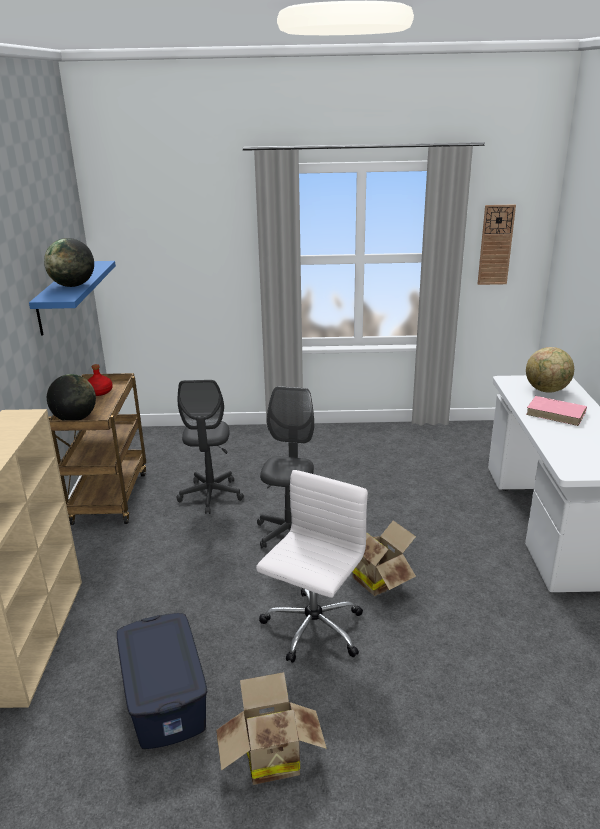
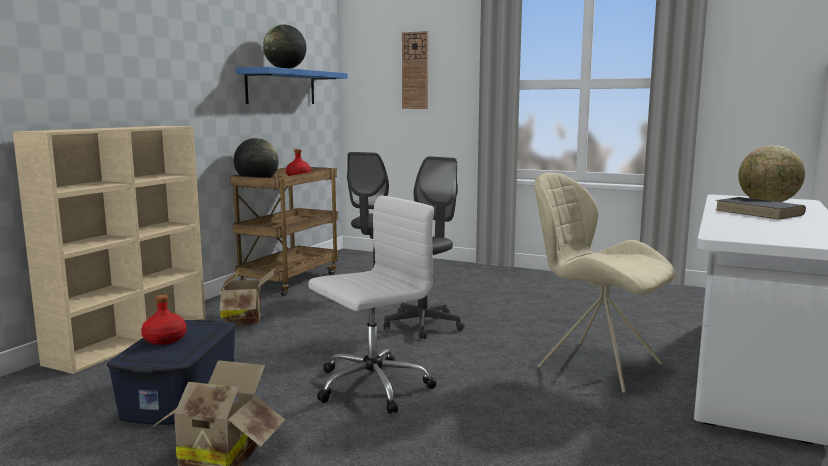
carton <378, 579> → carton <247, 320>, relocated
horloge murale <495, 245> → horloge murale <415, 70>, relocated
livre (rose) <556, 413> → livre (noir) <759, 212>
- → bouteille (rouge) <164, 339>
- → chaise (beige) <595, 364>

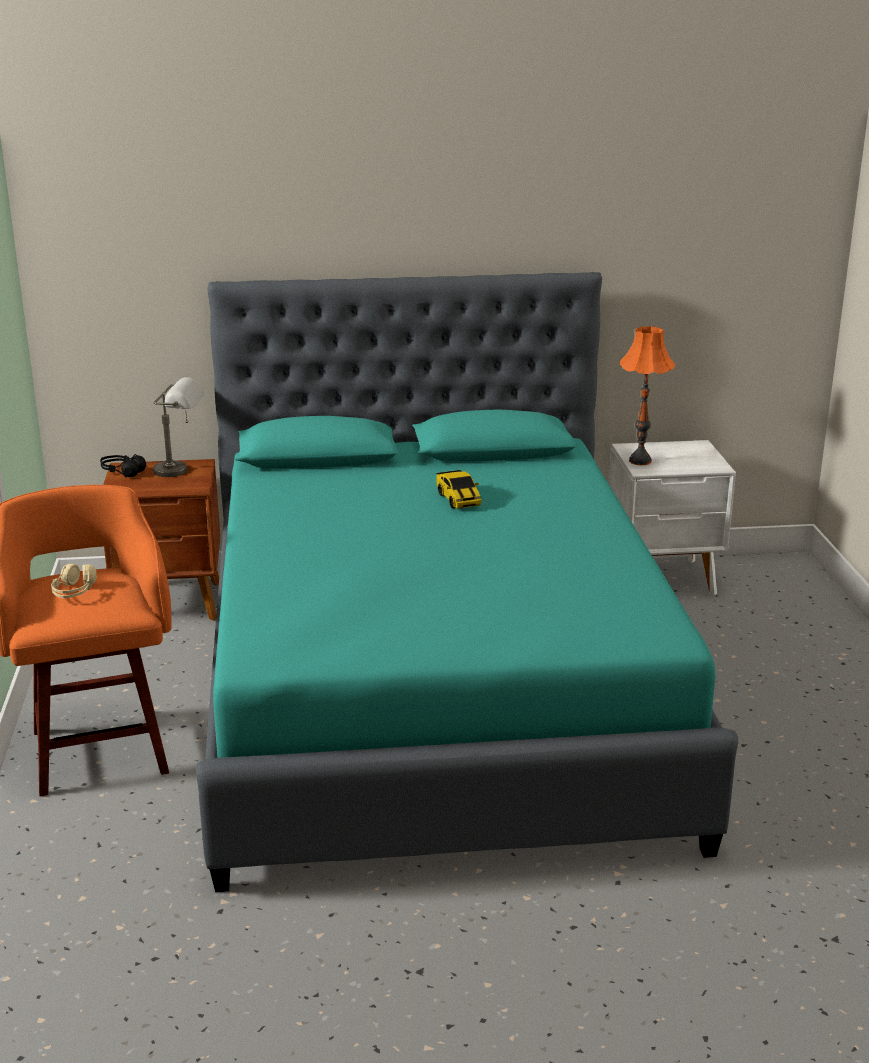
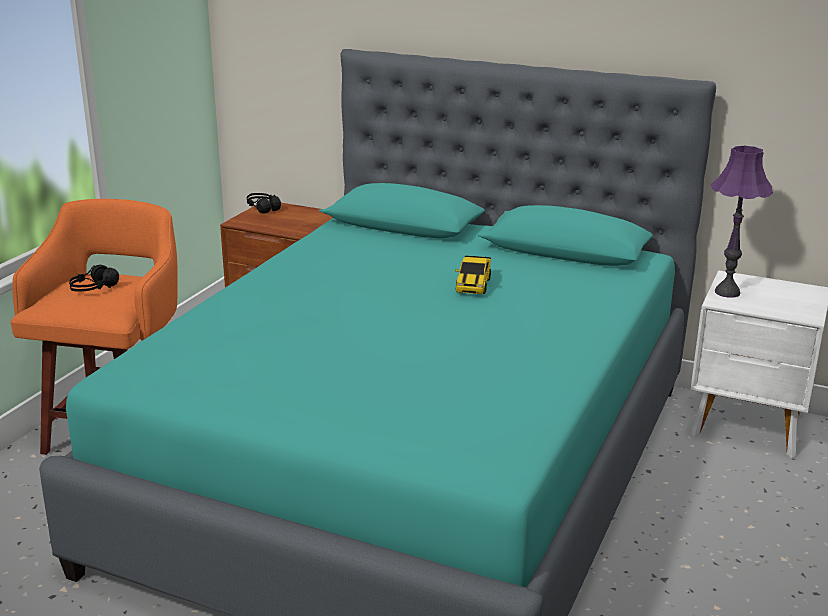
casque audio (beige) <74, 592> → casque audio (noir) <93, 289>
lampe de table (gris) <182, 471> → -
lampe de table (orange) <640, 461> → lampe de table (violet) <727, 292>

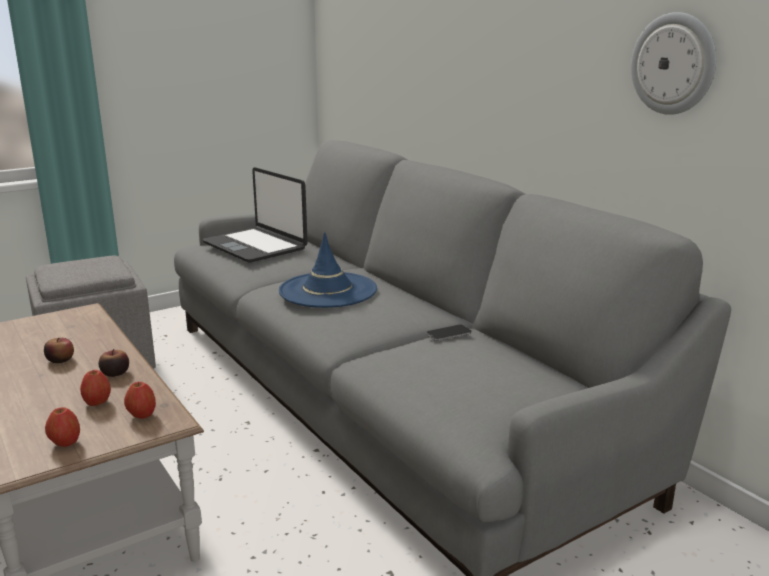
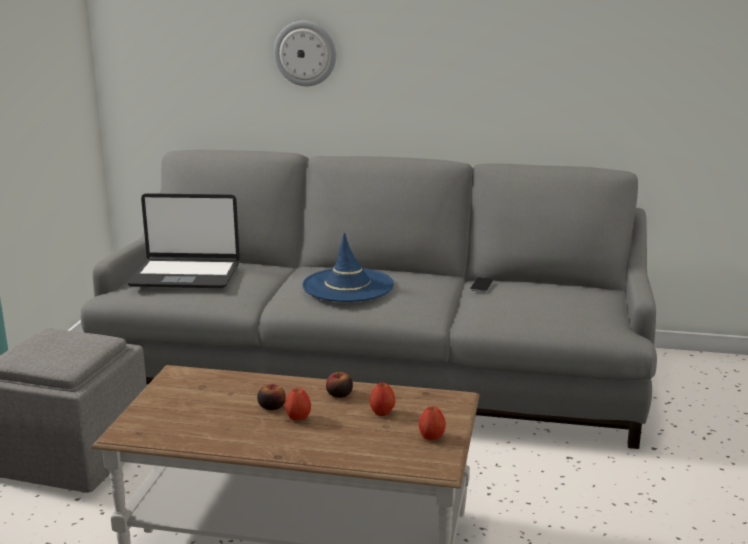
pomme <142, 415> → pomme <298, 418>, relocated
horloge murale <673, 64> → horloge murale <305, 53>, relocated

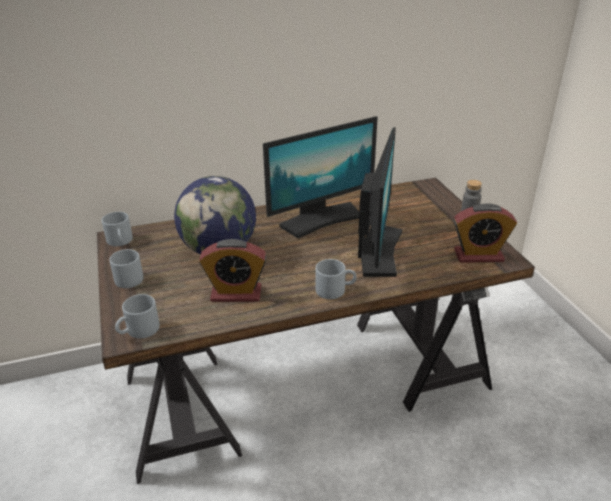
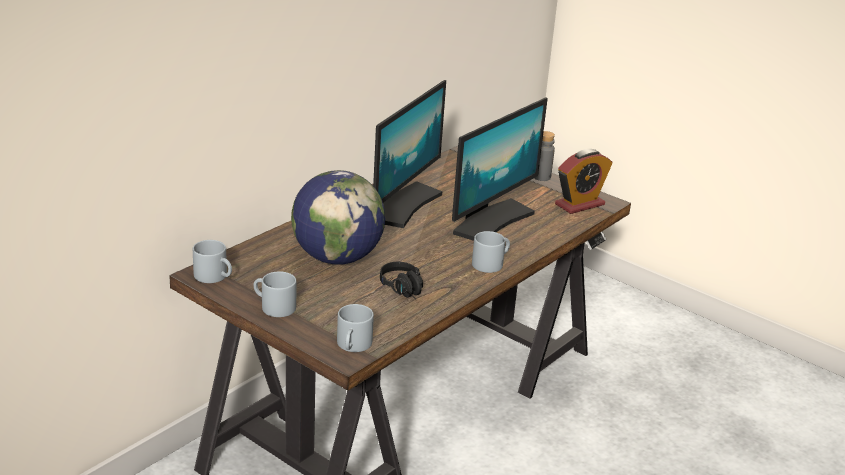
réveil <236, 294> → casque audio (noir) <405, 290>
écran d'ordinateur <378, 251> → écran d'ordinateur <491, 221>, 60 degrees clockwise

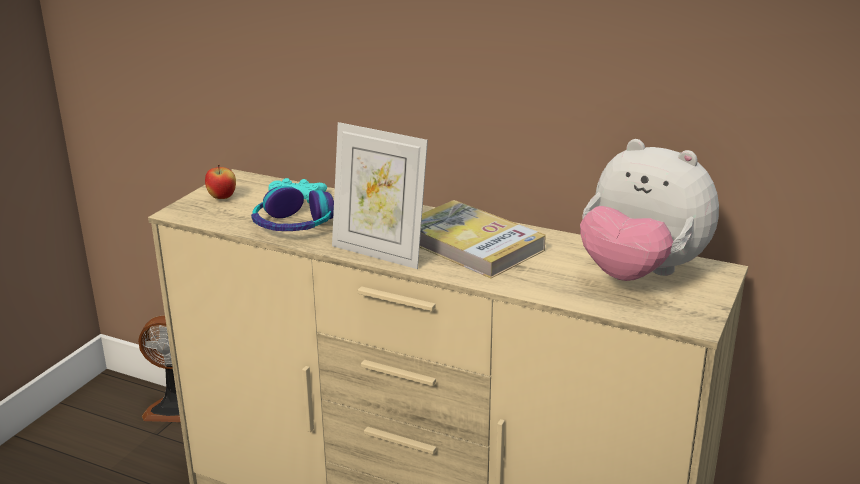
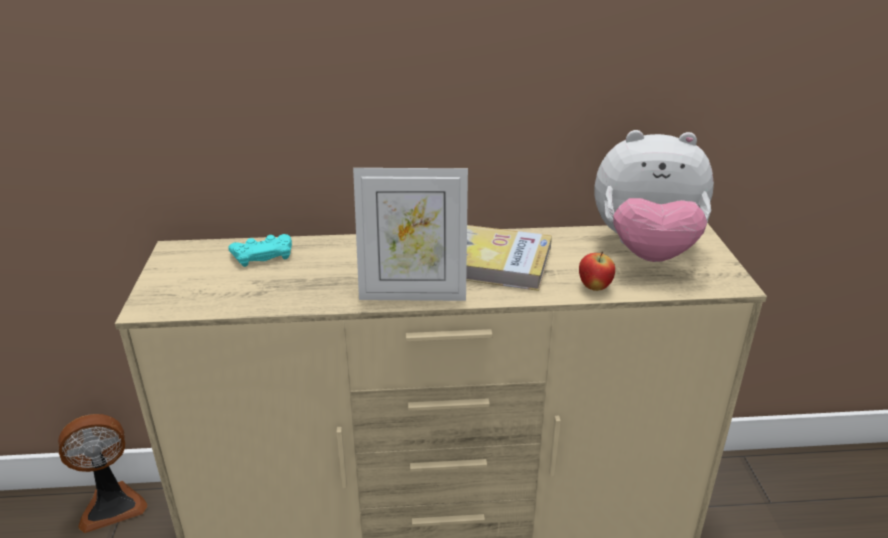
pomme <222, 198> → pomme <594, 287>, relocated
casque audio <293, 225> → -

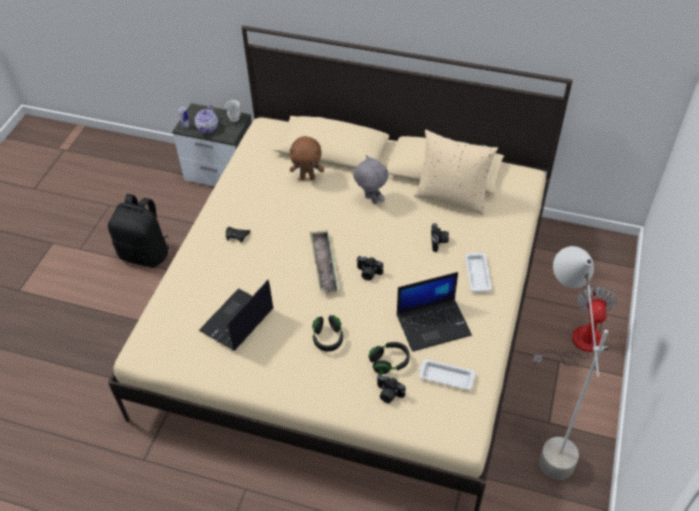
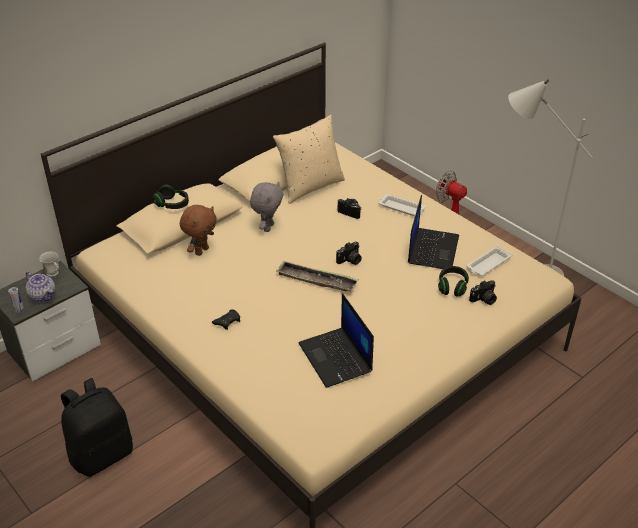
casque audio (noir) <327, 338> → casque audio (noir) <172, 204>, relocated
peluche (gris) <370, 200> → peluche (gris) <268, 227>, 120 degrees clockwise

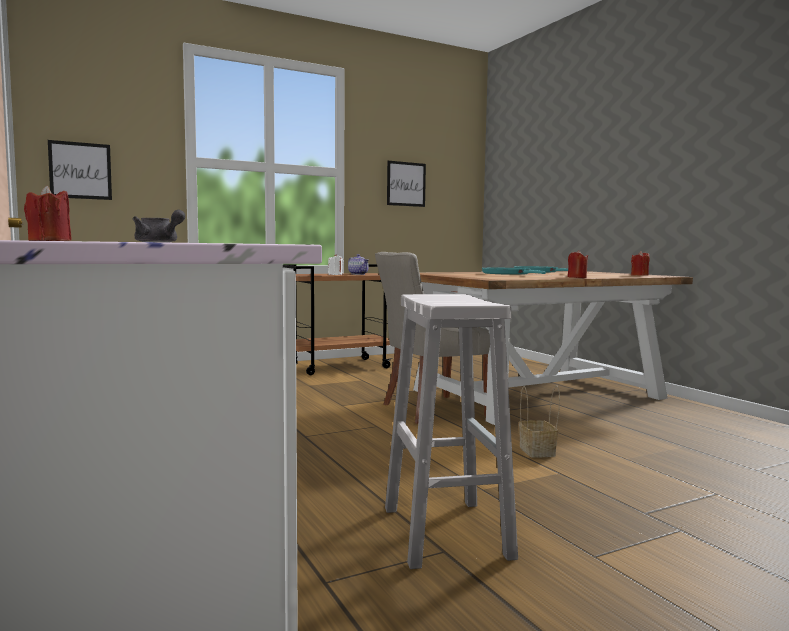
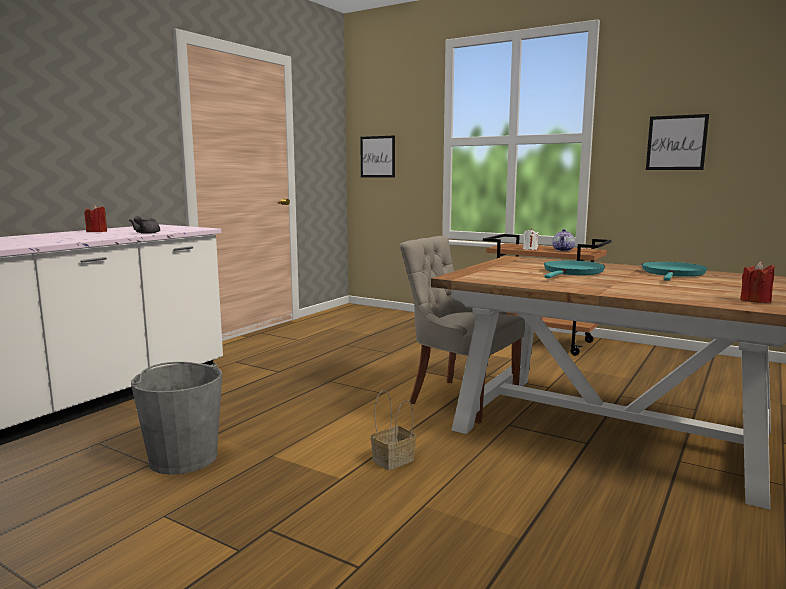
tabouret (blanc) <444, 531> → seau (gris) <183, 458>
bougie (rouge) <577, 277> → -

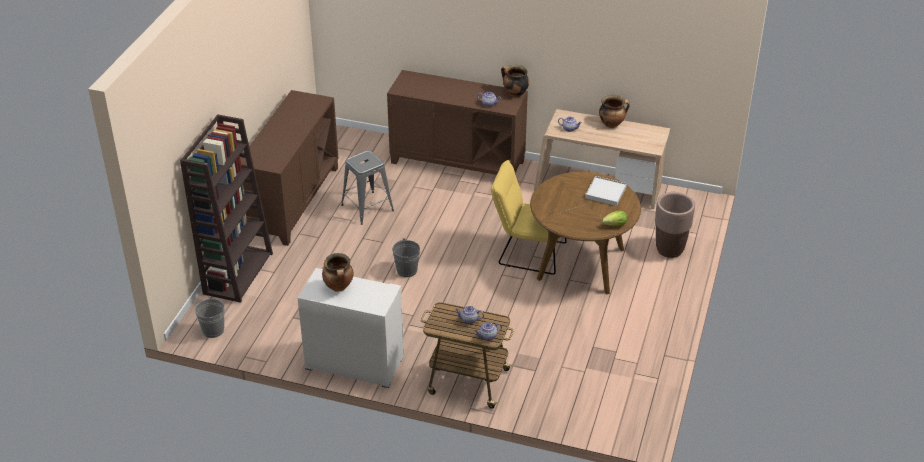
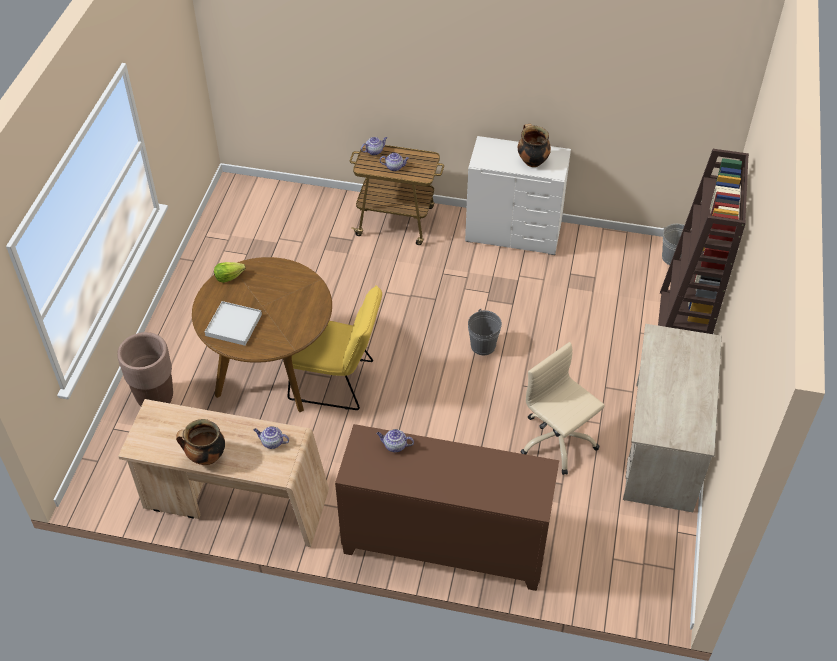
meuble de rangement (marron) <292, 201> → bureau (beige) <662, 446>
tabouret (gris) <367, 208> → chaise de bureau (beige) <557, 441>
marmite <514, 93> → -

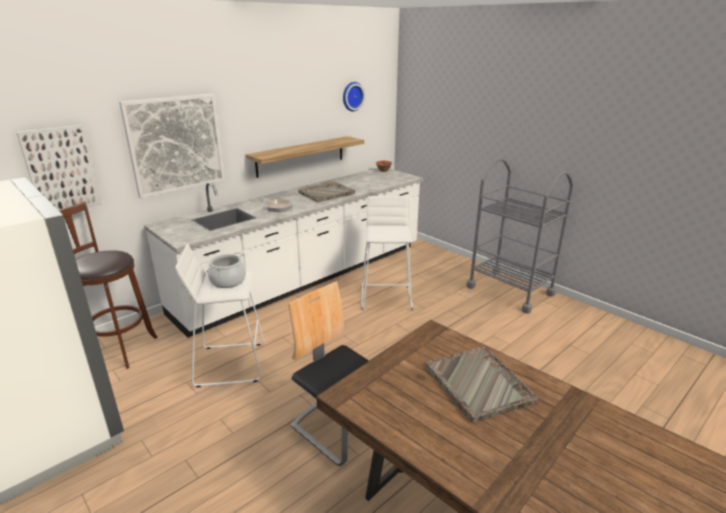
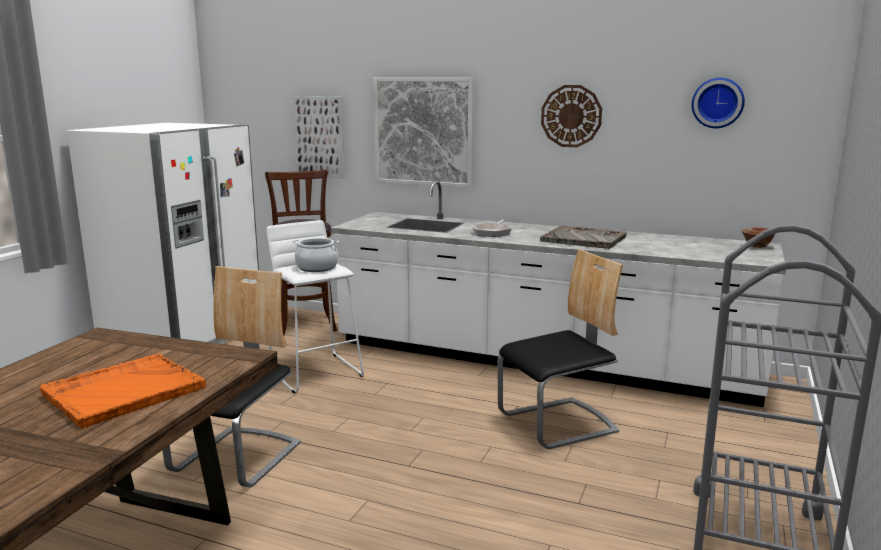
étagère <301, 156> → -
tabouret (blanc) <386, 297> → chaise <558, 423>
plateau (gris) <478, 384> → plateau (orange) <123, 391>
- → horloge murale <571, 116>

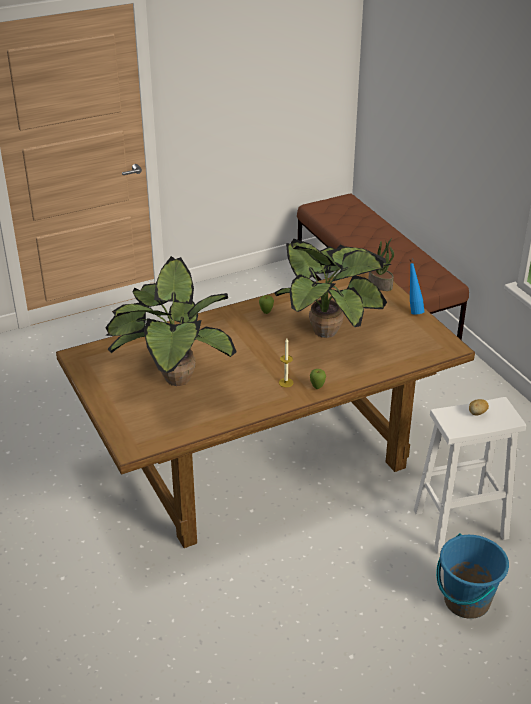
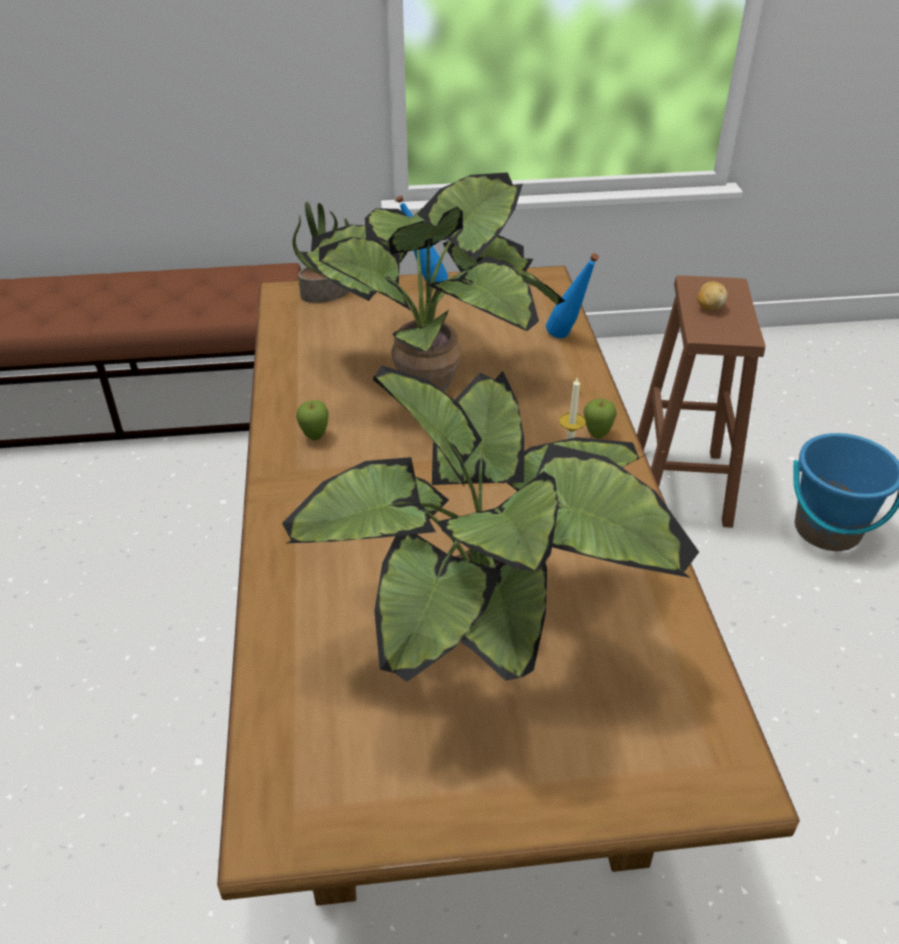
tabouret (blanc) <459, 525> → tabouret (marron) <681, 487>
- → bouteille (bleu) <567, 338>

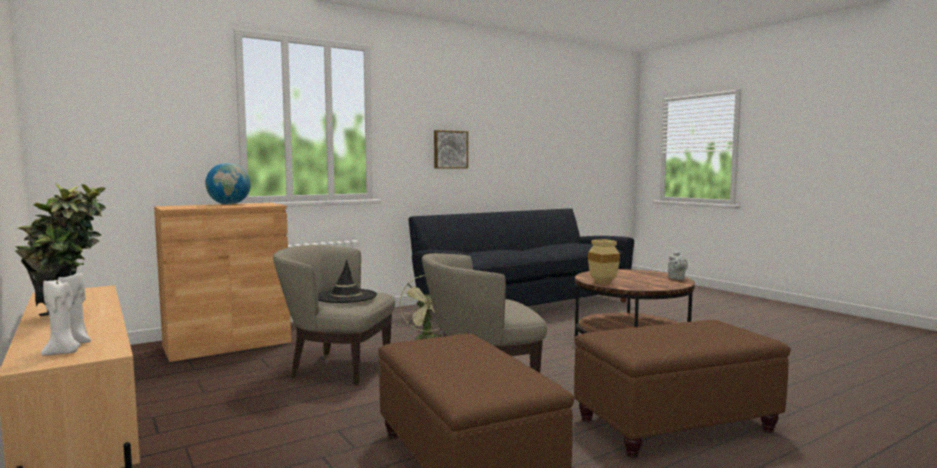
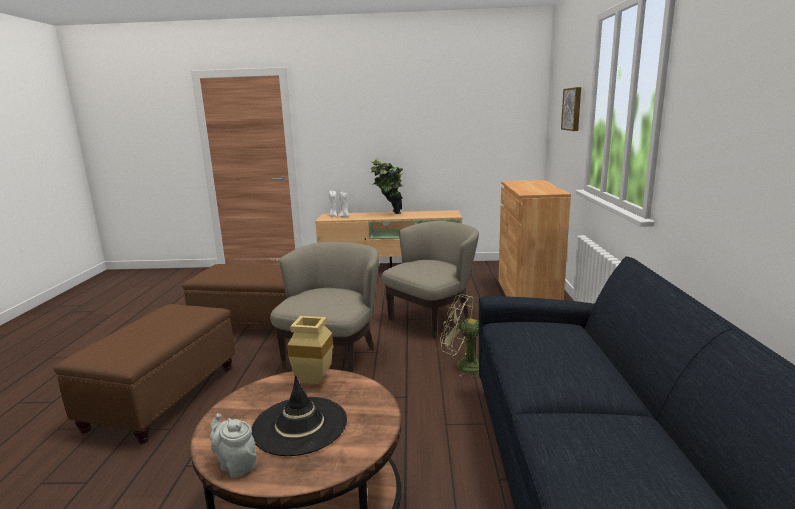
globe <229, 204> → -
chapeau (noir) <346, 296> → chapeau (noir) <300, 425>, relocated
tableau <450, 149> → tableau <573, 109>, relocated

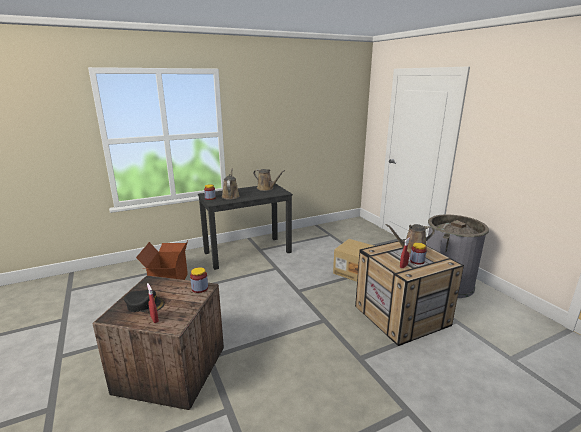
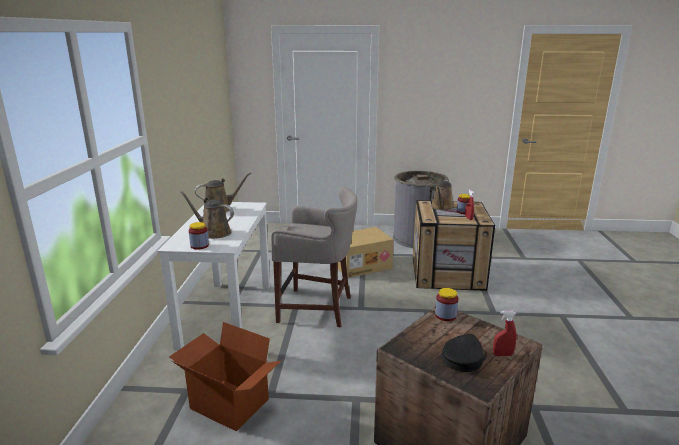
bureau (noir) <248, 252> → bureau (blanc) <227, 314>
- → tabouret (gris) <318, 308>

